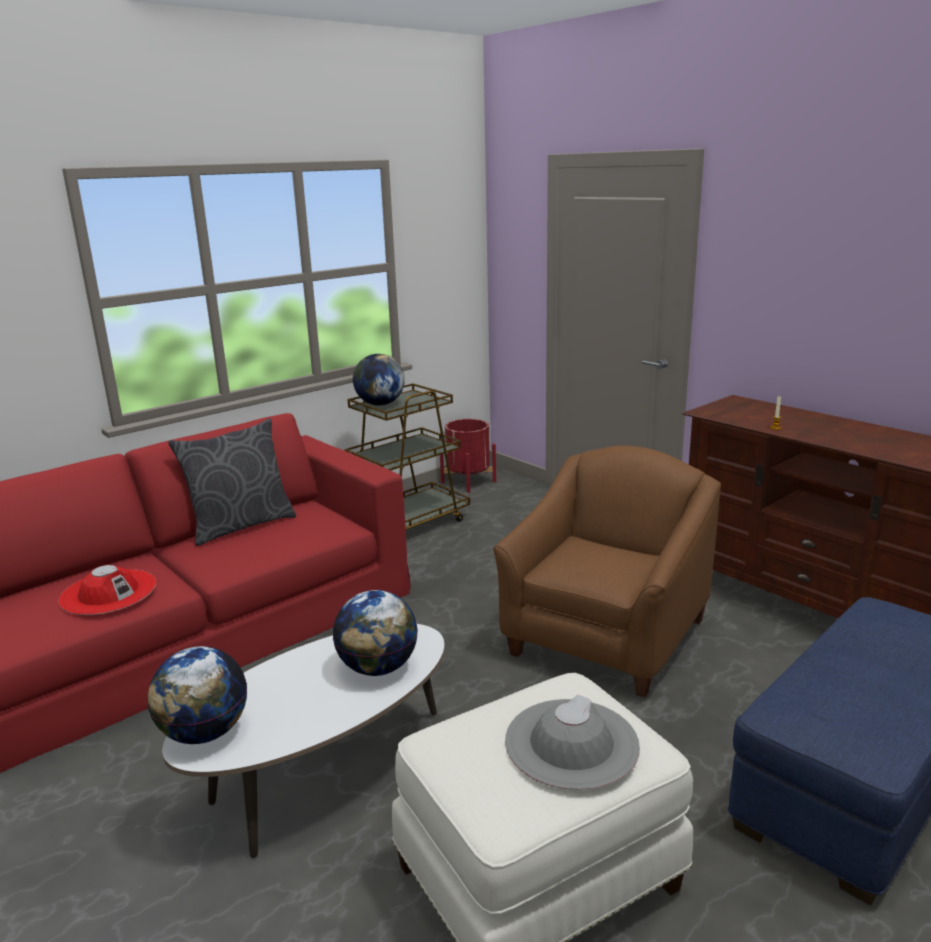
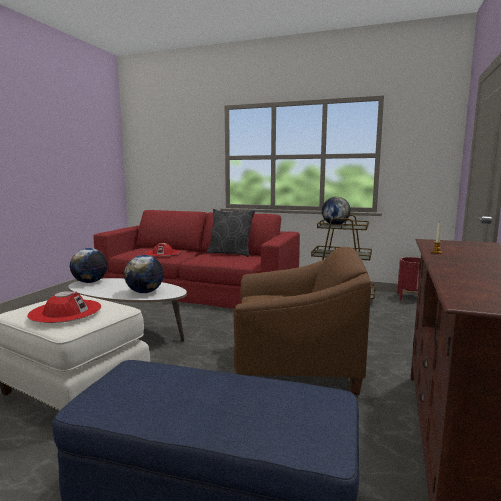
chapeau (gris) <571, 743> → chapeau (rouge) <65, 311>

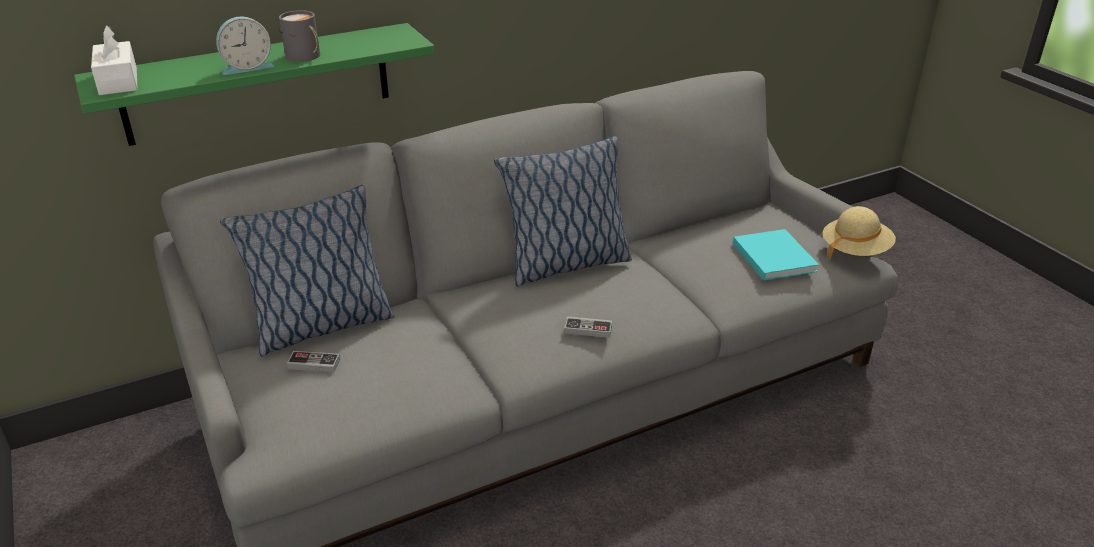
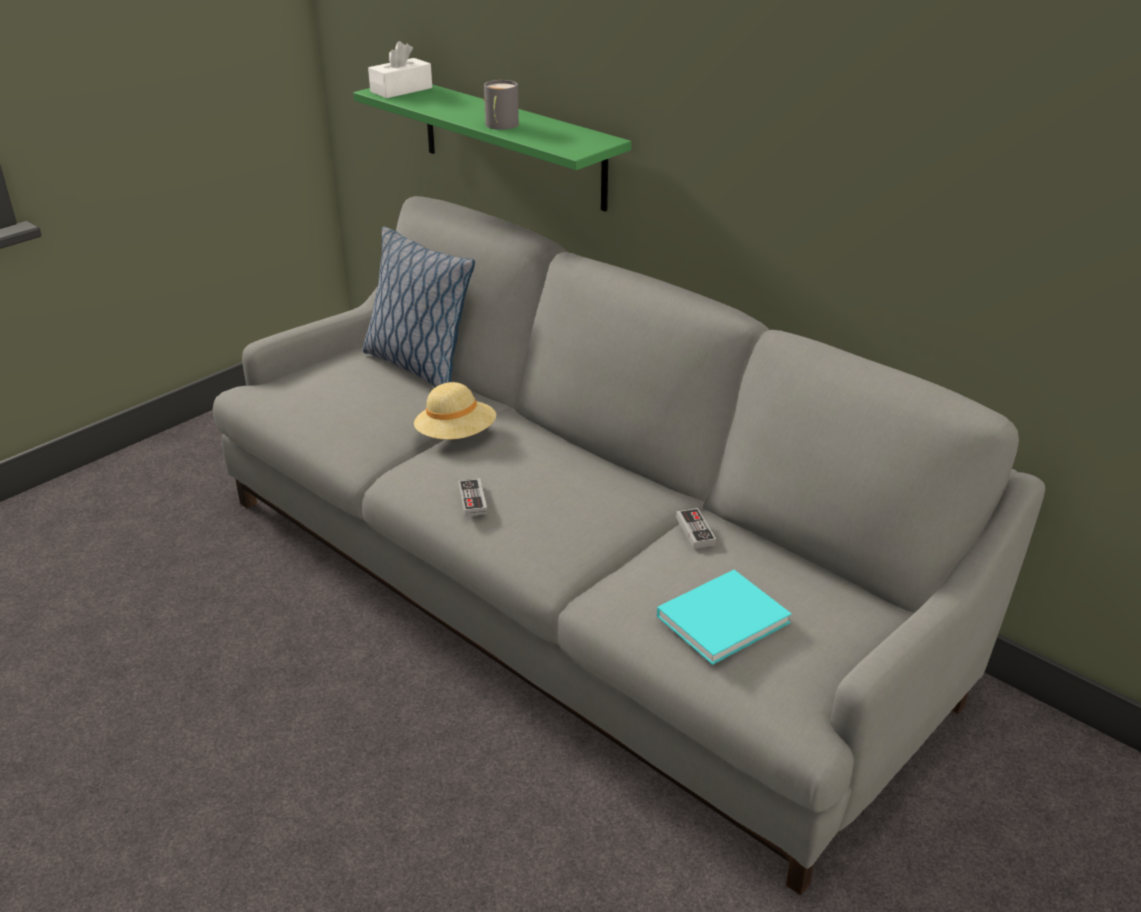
réveil <246, 67> → -
manette <314, 364> → manette <695, 531>, relocated
coussin <565, 265> → -
chapeau (beige) <855, 250> → chapeau (beige) <456, 436>, relocated

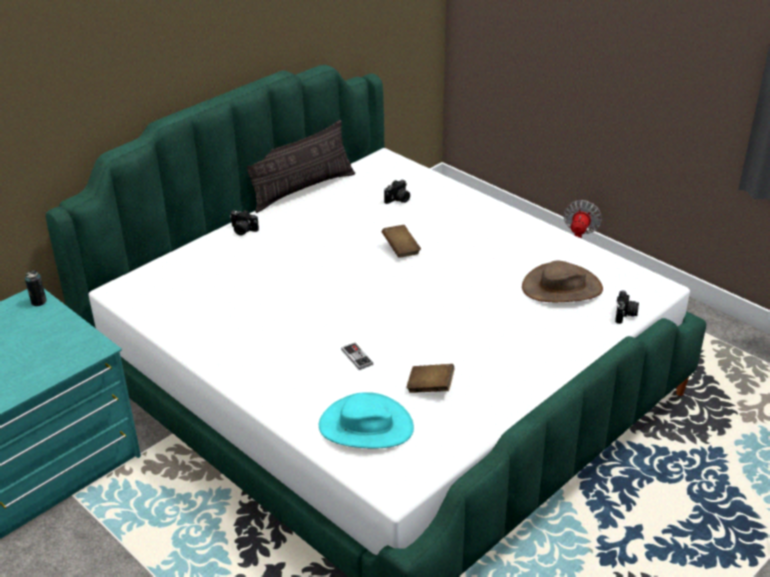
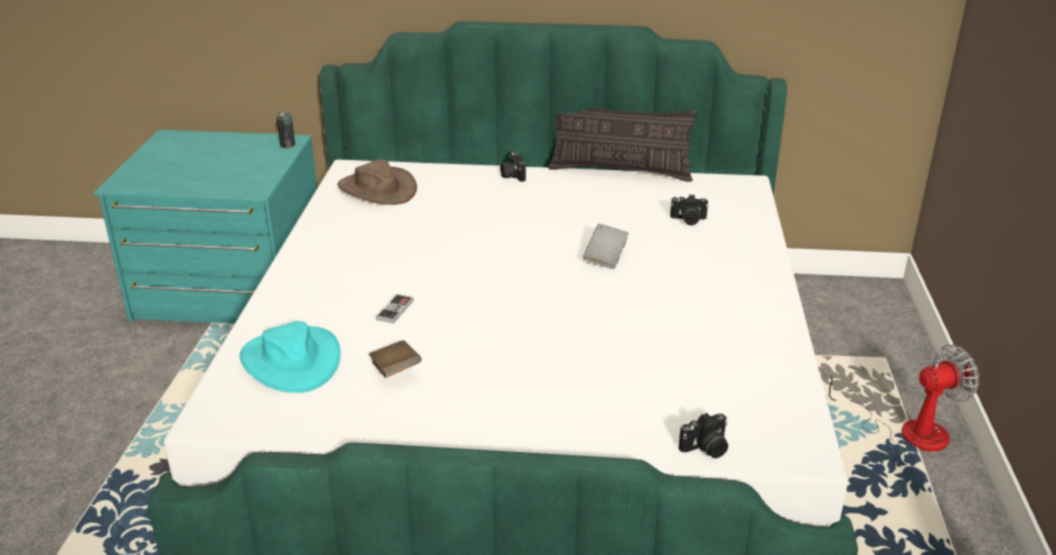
livre (marron) <401, 249> → livre (gris) <605, 257>
chapeau (marron) <562, 288> → chapeau (marron) <377, 189>, relocated

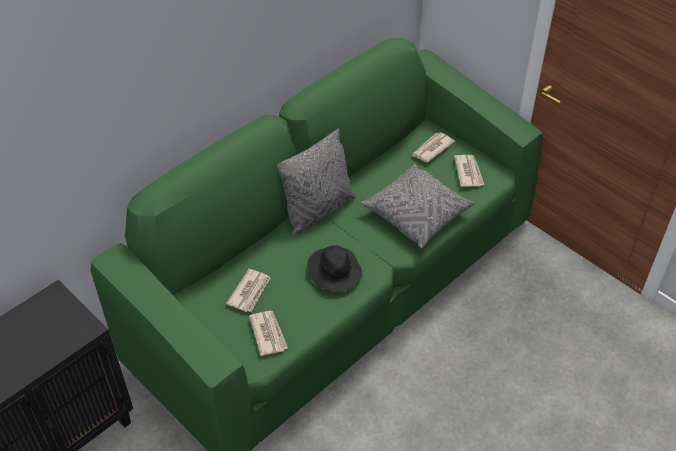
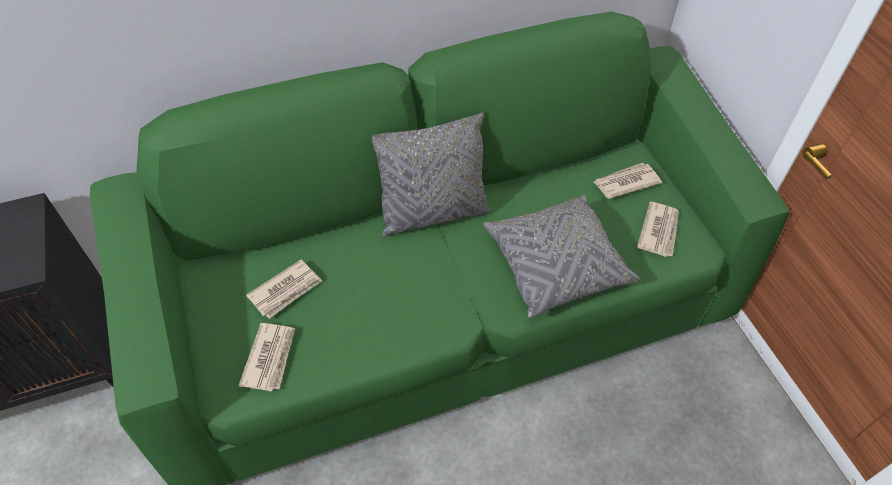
chapeau (noir) <334, 271> → -

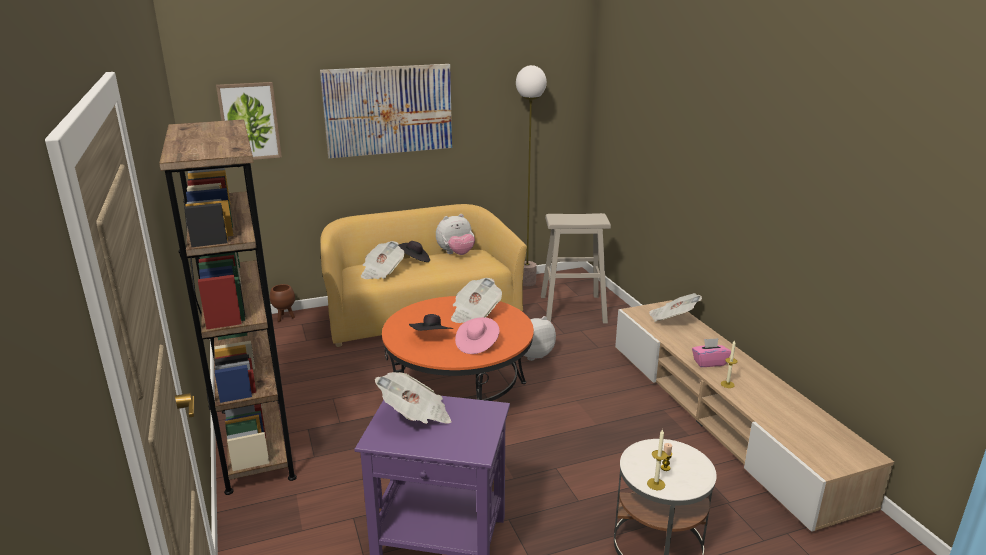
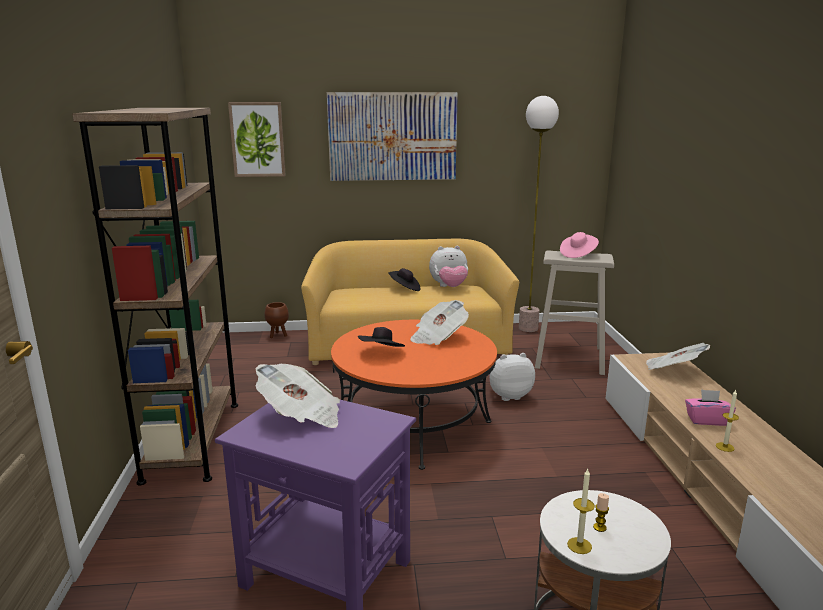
journal <381, 272> → -
chapeau (rose) <477, 344> → chapeau (rose) <578, 254>, relocated

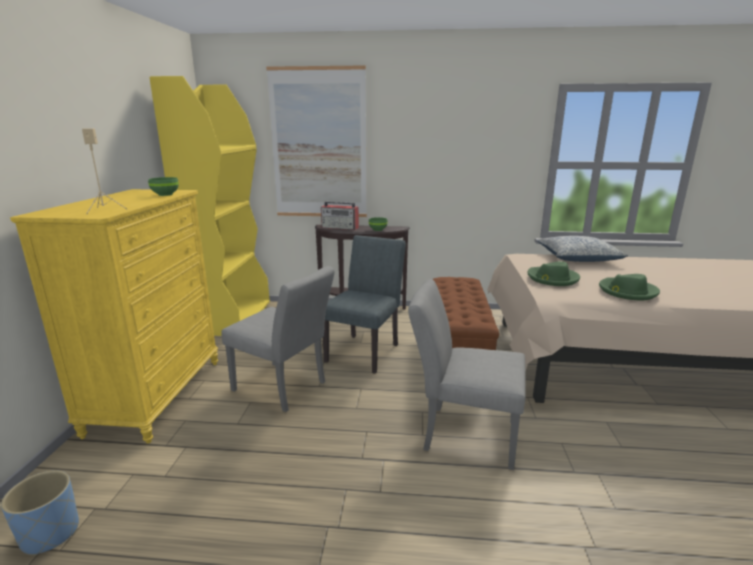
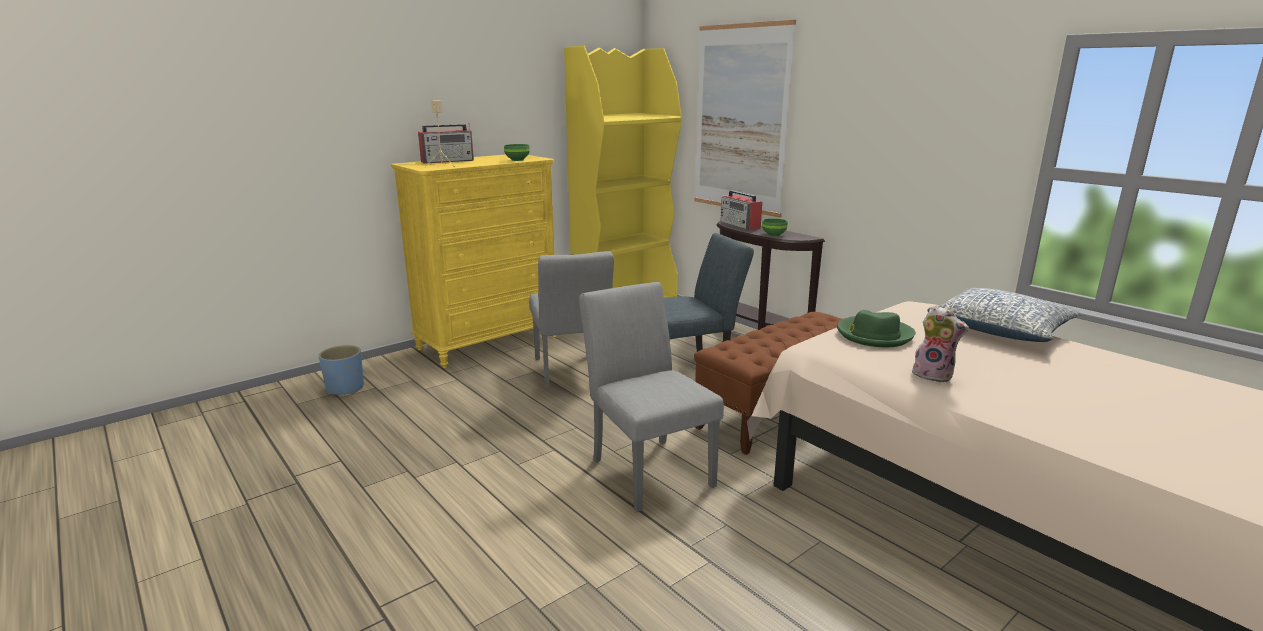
chapeau (vert) <627, 291> → peluche <934, 375>
- → radio <448, 161>

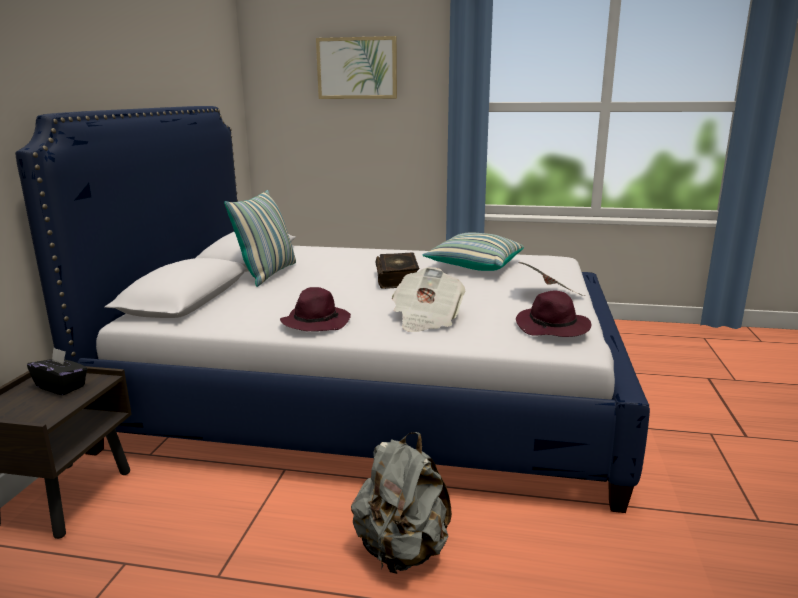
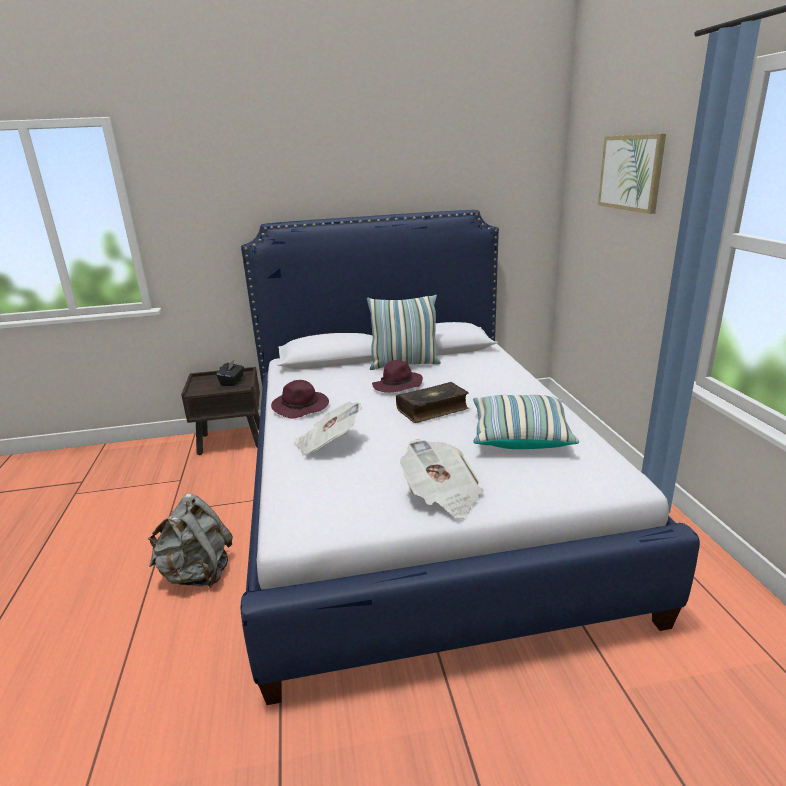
chapeau (violet) <553, 327> → chapeau (violet) <397, 386>, relocated

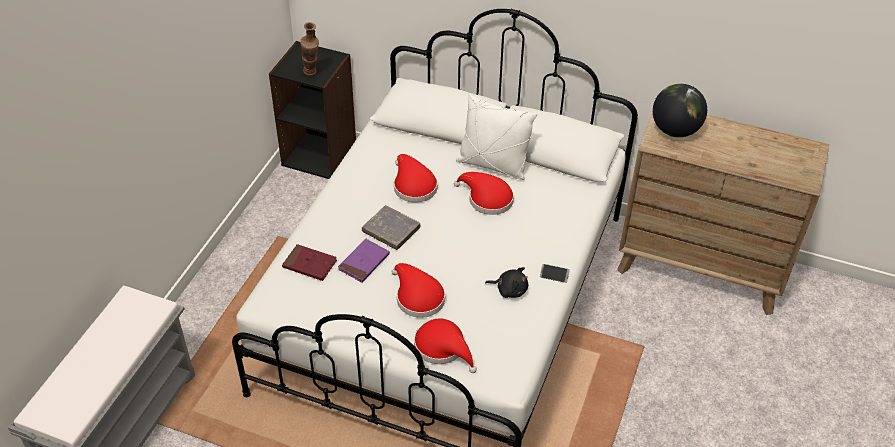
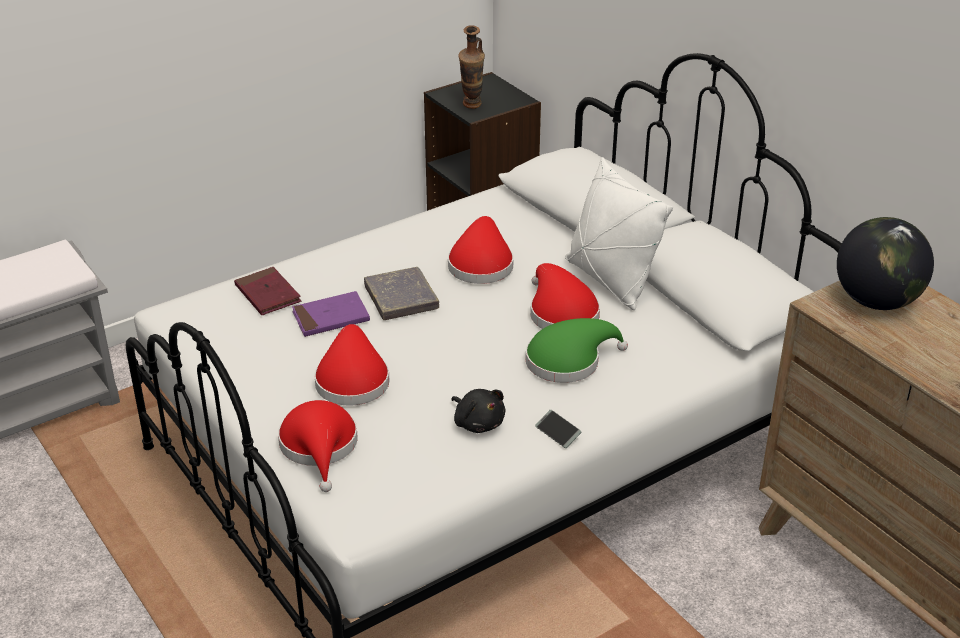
- → chapeau (vert) <568, 361>

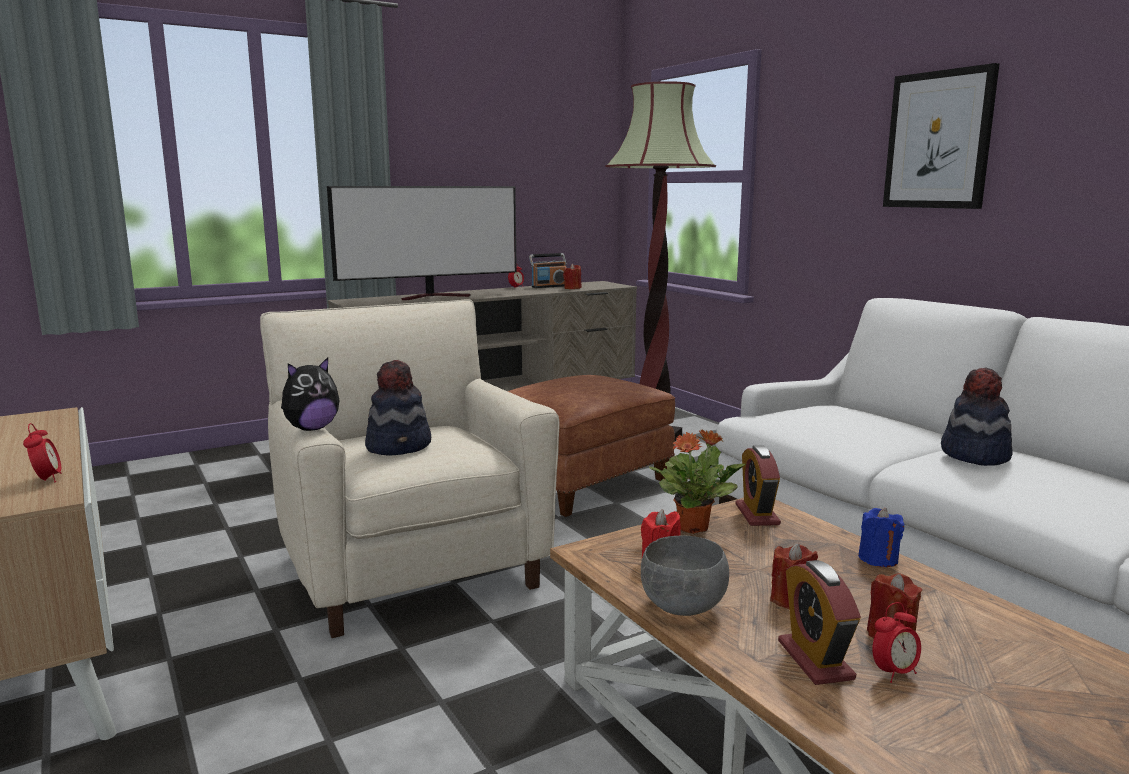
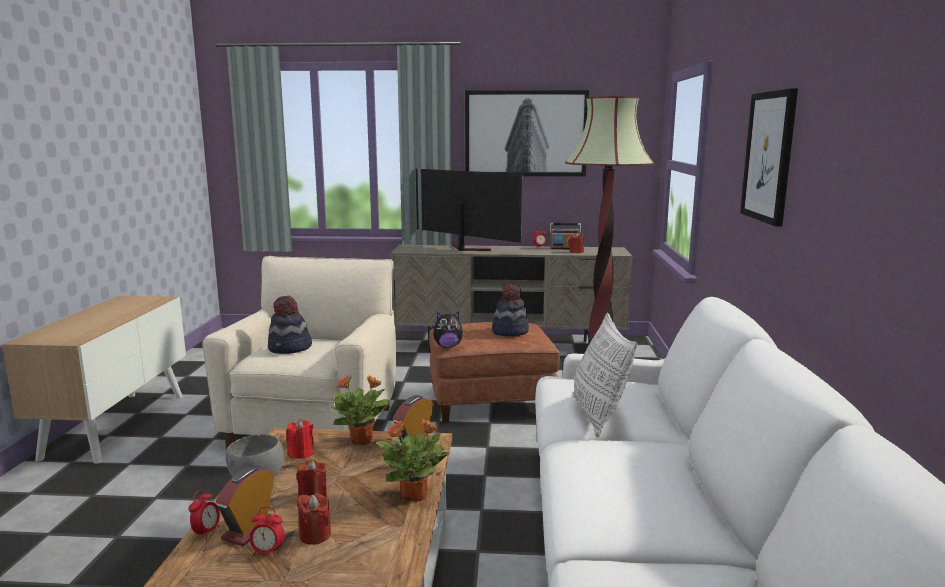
réveil <47, 480> → réveil <206, 532>, relocated
peluche <311, 429> → peluche <448, 346>, relocated
téléviseur <435, 296> → téléviseur <464, 249>, 150 degrees counterclockwise
bougie (bleu) <878, 559> → plante en pot <415, 496>
chapeau <974, 455> → chapeau <509, 331>, relocated
- → tableau <526, 133>
- → coussin <598, 415>

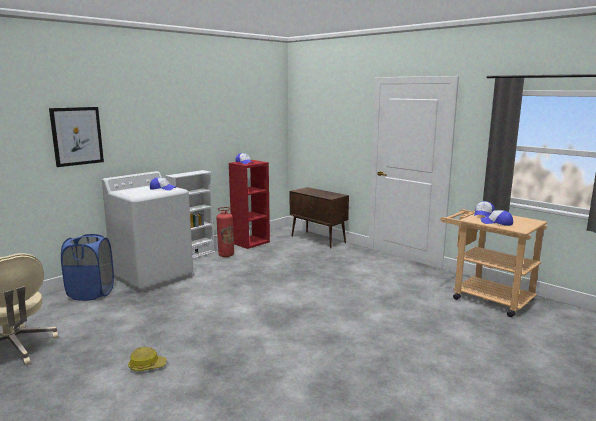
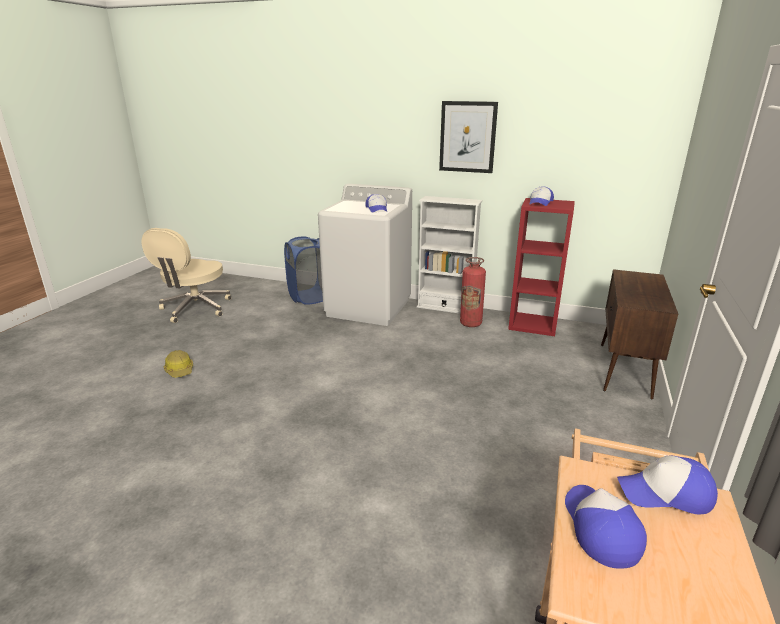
tableau <77, 136> → tableau <467, 137>, relocated

